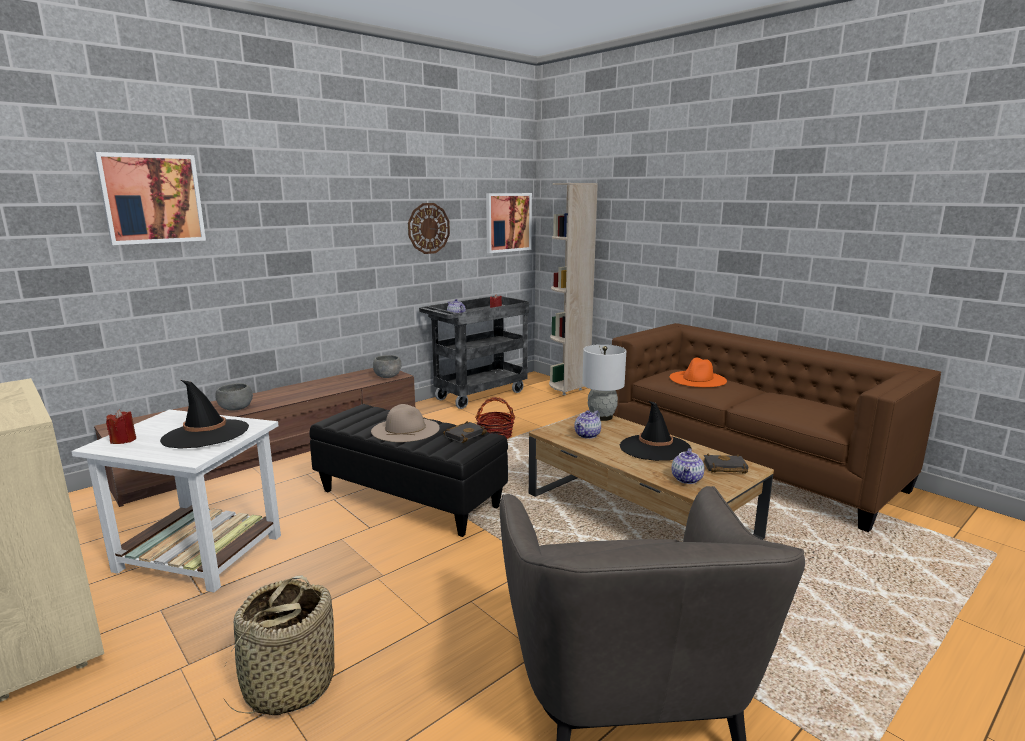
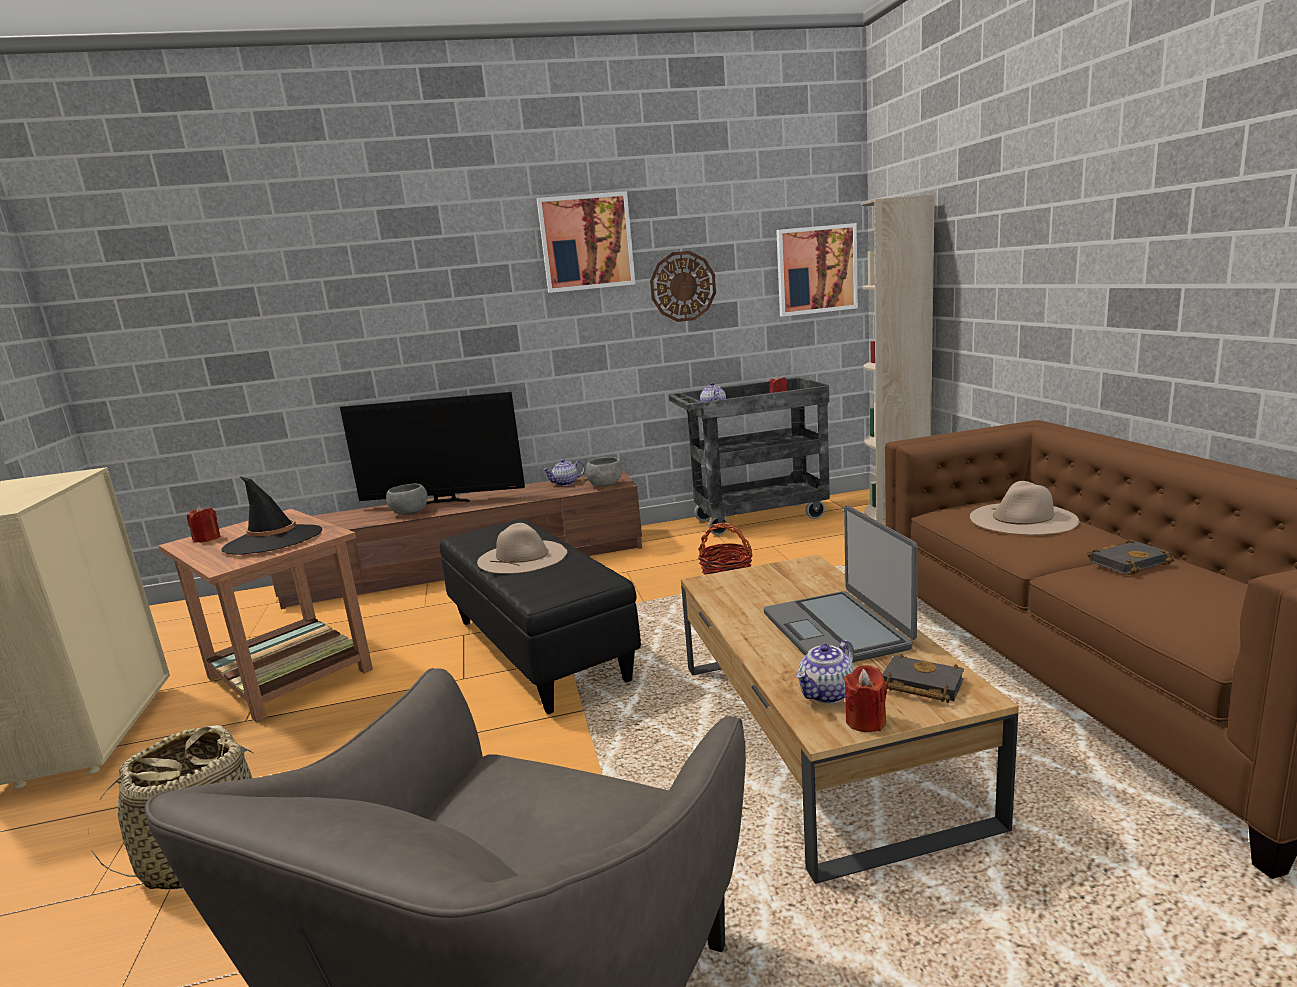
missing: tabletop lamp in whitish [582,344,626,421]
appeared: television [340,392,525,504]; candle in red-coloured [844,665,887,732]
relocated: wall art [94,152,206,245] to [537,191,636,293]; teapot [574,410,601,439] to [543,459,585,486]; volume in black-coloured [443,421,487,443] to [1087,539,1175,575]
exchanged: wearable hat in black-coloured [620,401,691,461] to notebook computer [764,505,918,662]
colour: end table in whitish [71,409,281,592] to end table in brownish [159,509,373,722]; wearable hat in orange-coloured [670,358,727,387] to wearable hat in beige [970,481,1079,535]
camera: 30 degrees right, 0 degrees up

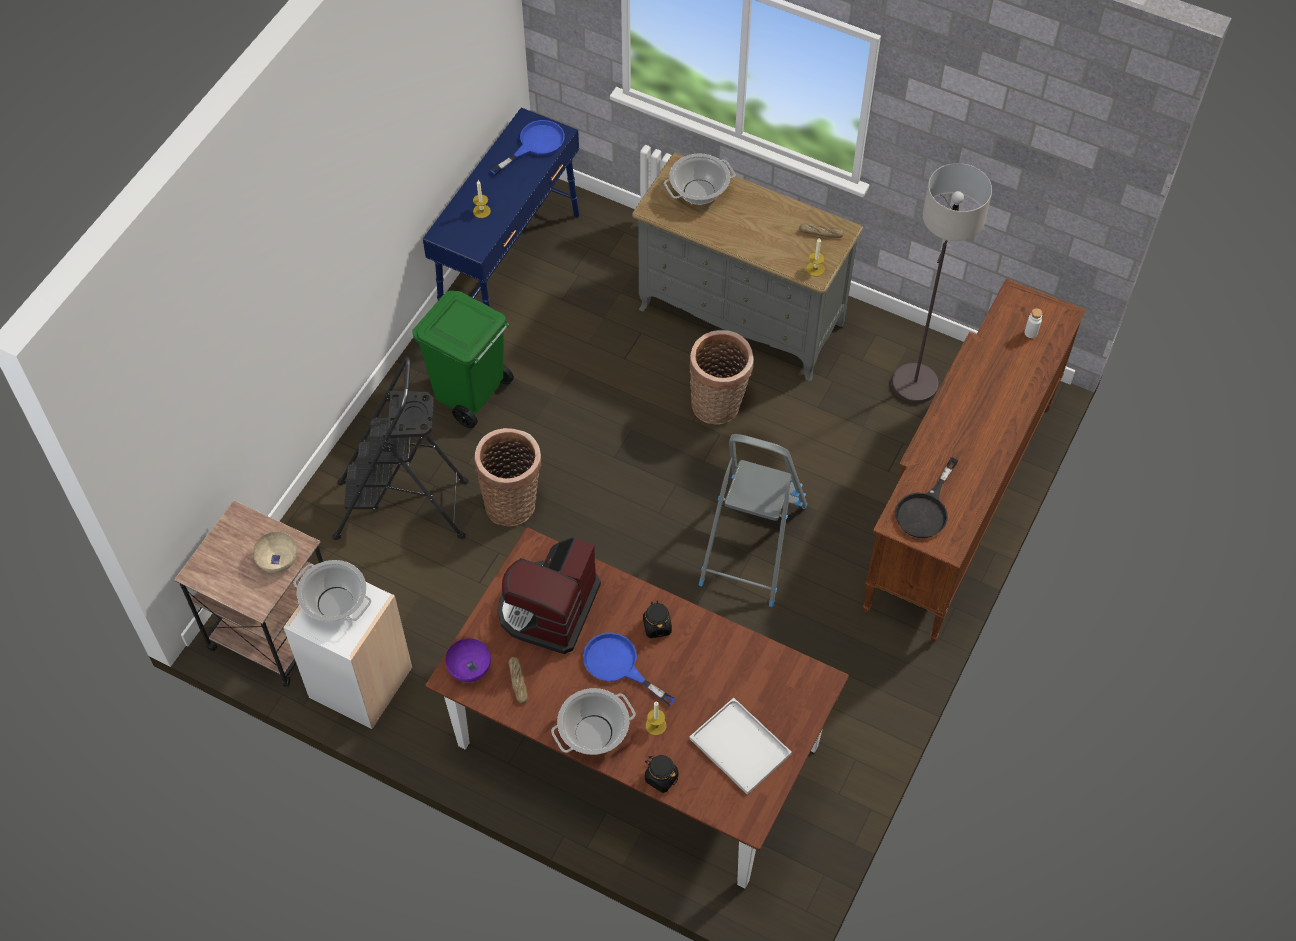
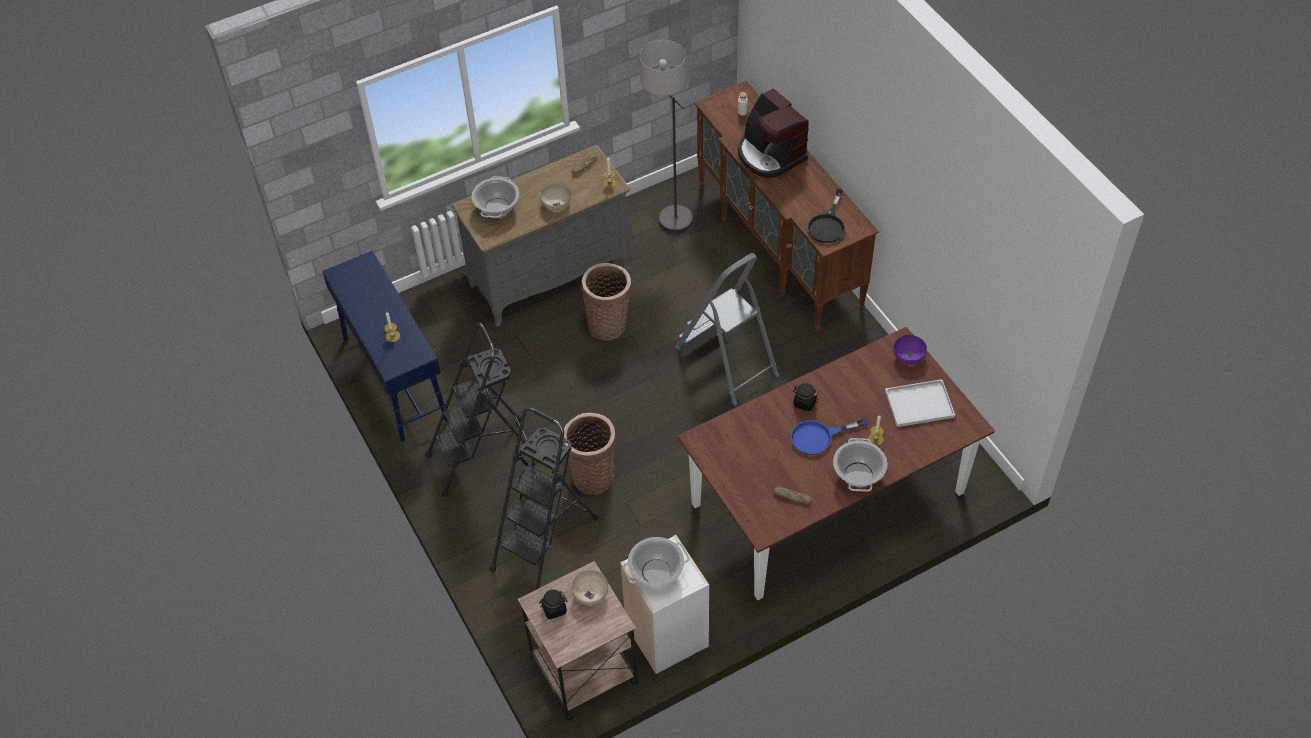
missing: pan in blue [490,120,565,175]
appeared: bowl in beige [540,183,571,211]
relocated: preserve jar in black-coloured [645,755,679,793] to [539,589,568,619]; coffee brewer [498,537,601,654] to [738,88,809,178]; bowl in purple [445,638,491,682] to [894,335,927,365]
exchanged: waste bin in greenish [412,291,514,428] to stepladder [425,322,527,497]
spun: pan in black-coloured [895,457,958,538] = [807,189,845,243] 45 degrees clockwise
camera: 55 degrees left, 5 degrees down

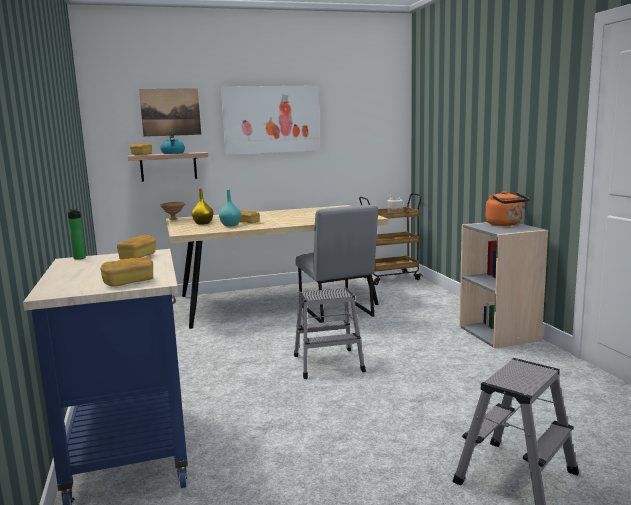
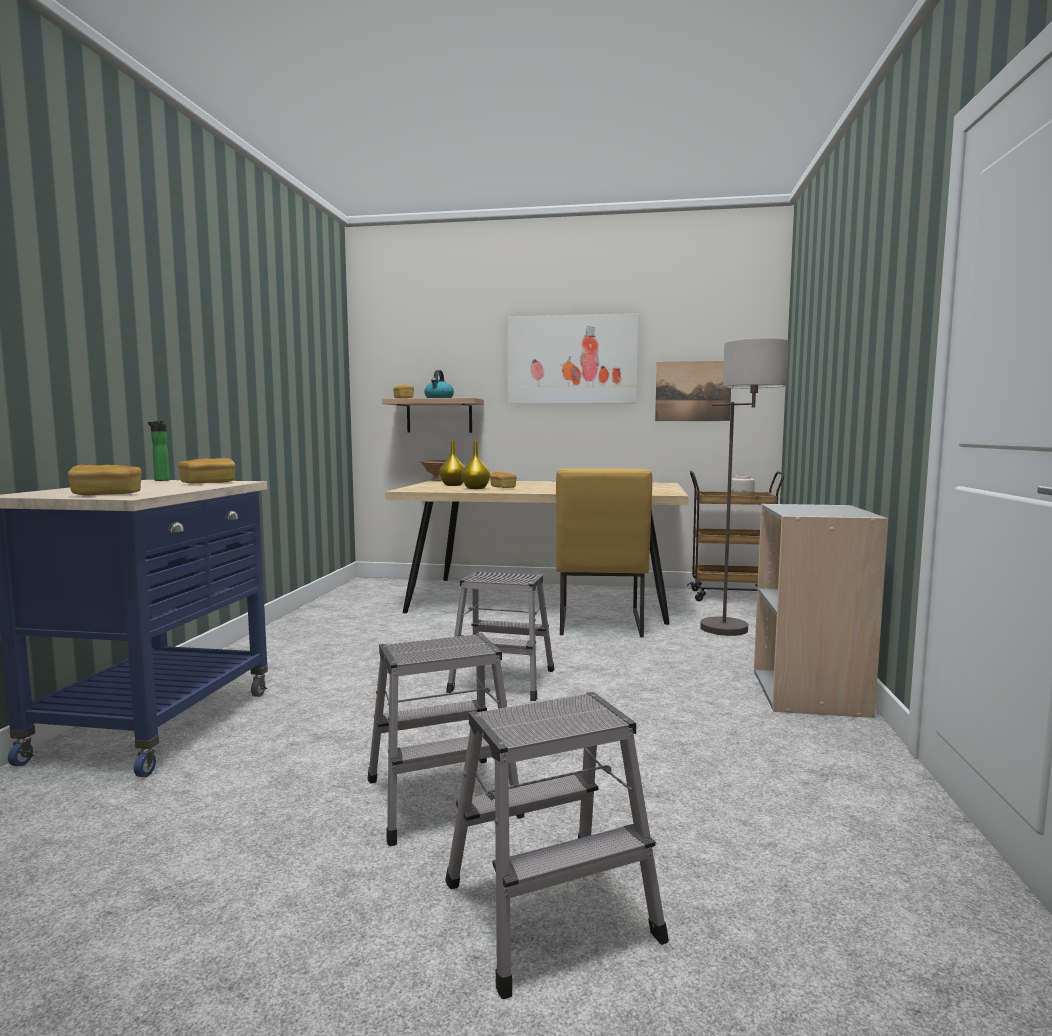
missing: tea kettle in orange-coloured [485,191,529,226]
appeared: stepladder in gray [367,633,525,846]; standard lamp in gray [700,338,789,636]
relocated: wall art [139,88,201,137] to [655,361,731,421]
colour: decorative vase in turquoise [219,190,241,227] to decorative vase in yellowish [461,441,490,489]; upright chair in gray [295,205,378,323] to upright chair in yellowish [556,468,652,637]
camera: 25 degrees right, 5 degrees down

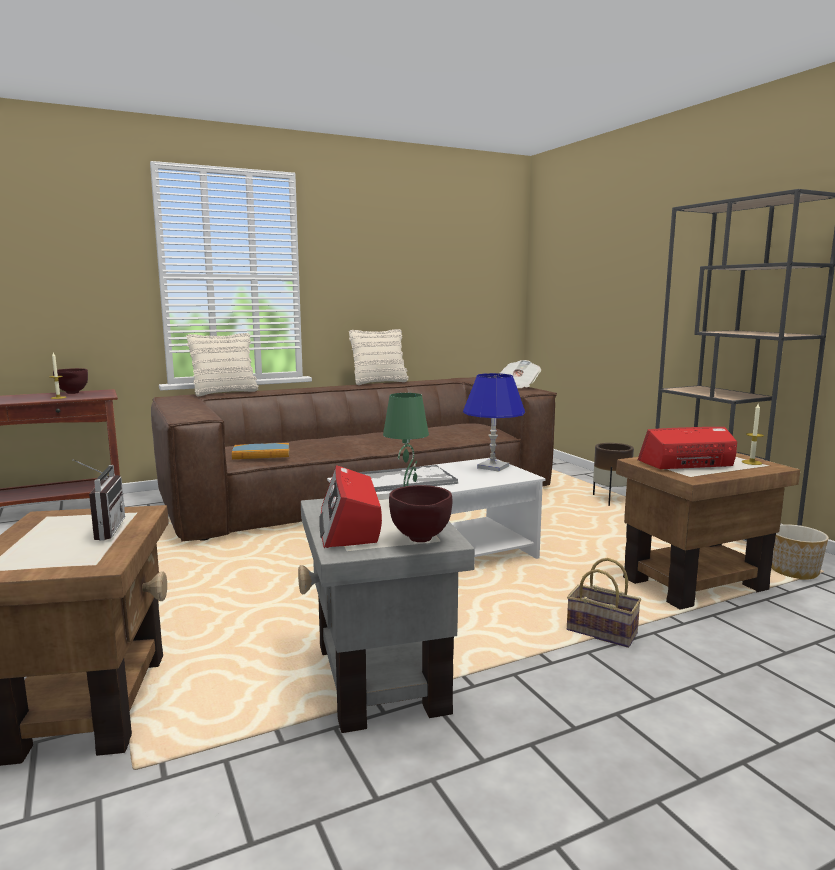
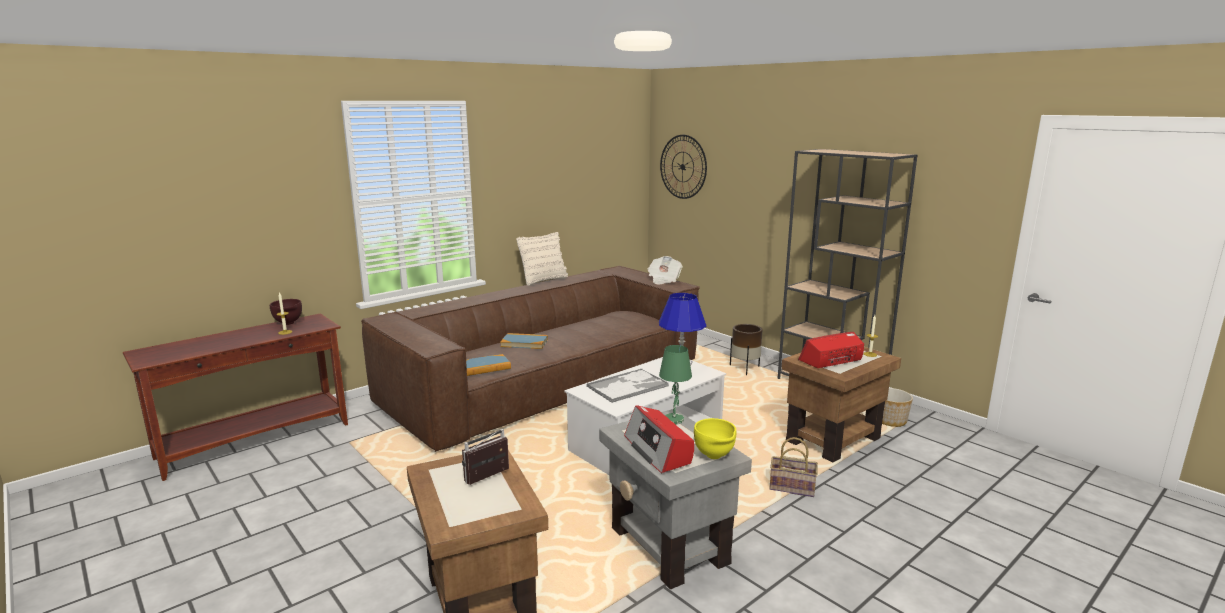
missing: throw pillow in beige [186,333,259,396]
appeared: volume [501,333,548,349]; clock on the wall [660,135,707,199]
colour: bowl in brownish [389,485,452,542] to bowl in yellowish [694,418,736,459]
spun: radio receiver [73,460,125,541] = [462,429,509,485] 105 degrees counterclockwise
camera: 15 degrees left, 5 degrees up

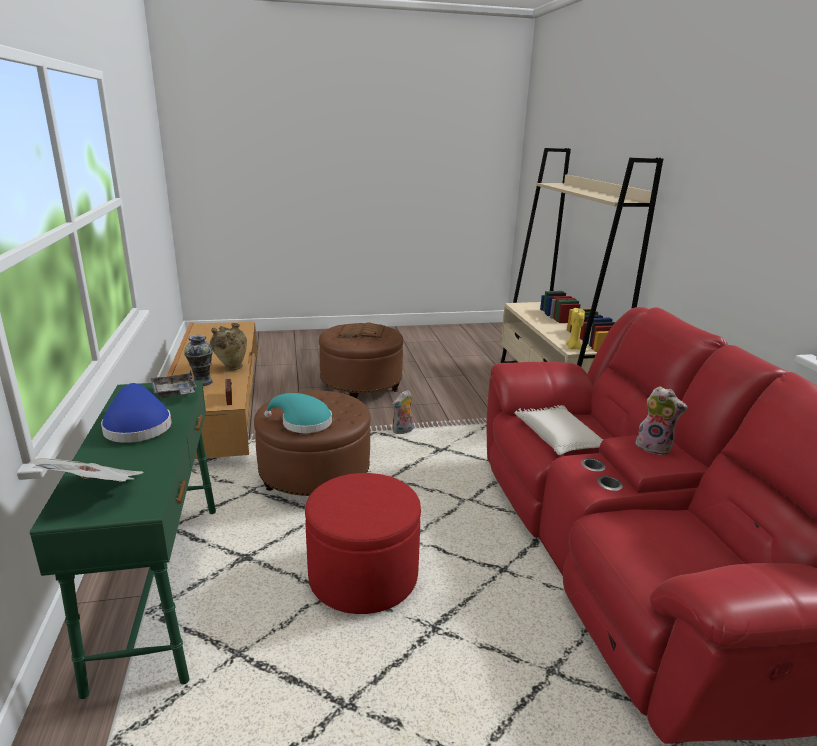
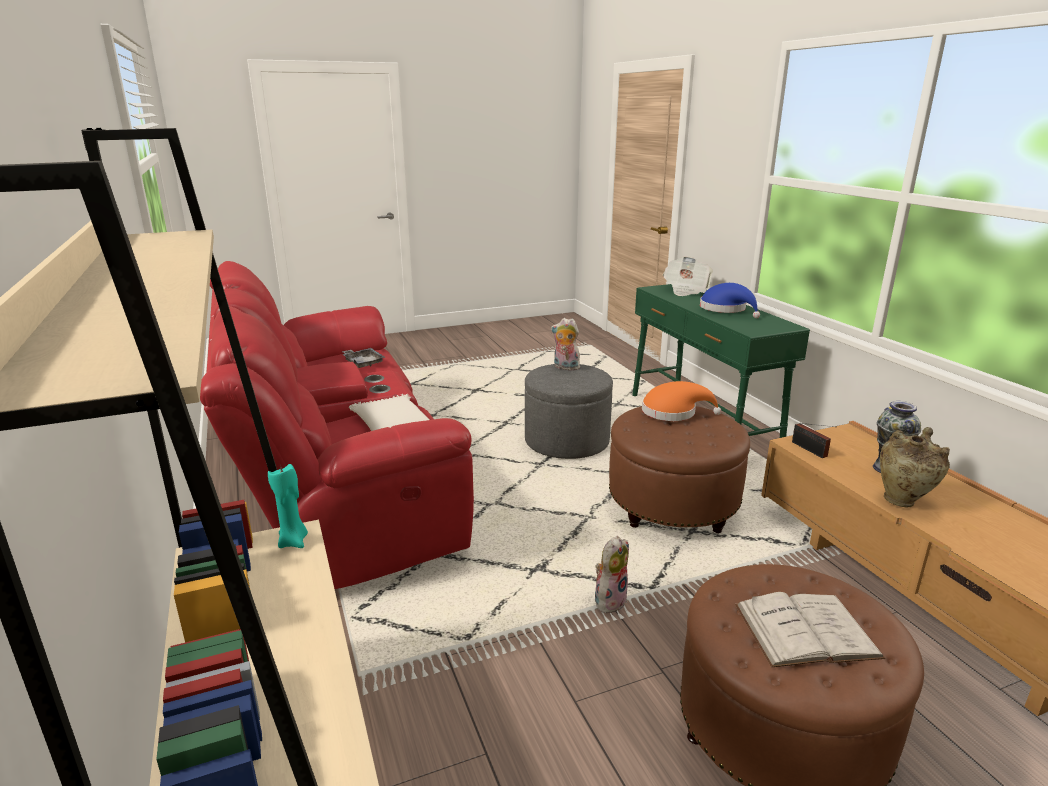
relocated: tray in gray [150,370,197,398] to [342,348,385,368]; soft toy [635,386,688,455] to [551,318,580,371]
colour: candle in yellowish [566,308,585,349] to candle in turquoise [268,464,308,548]; footrest in red-coloured [305,473,421,614] to footrest in gray [525,364,613,459]; wearable hat in turquoise [264,393,332,433] to wearable hat in orange-coloured [642,381,721,421]; volume in brownish [338,322,385,339] to volume in whitish [735,592,885,667]
camera: 170 degrees right, 0 degrees up

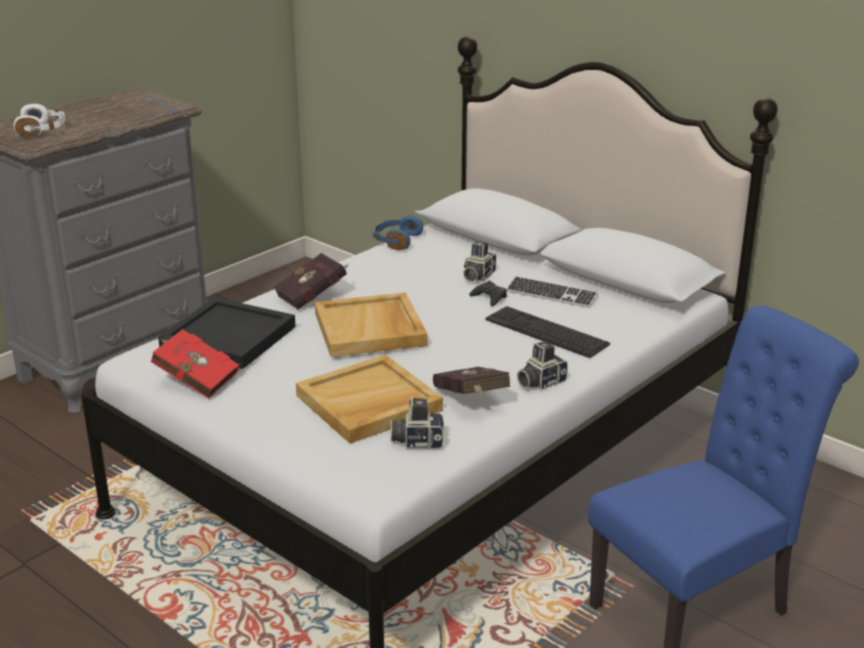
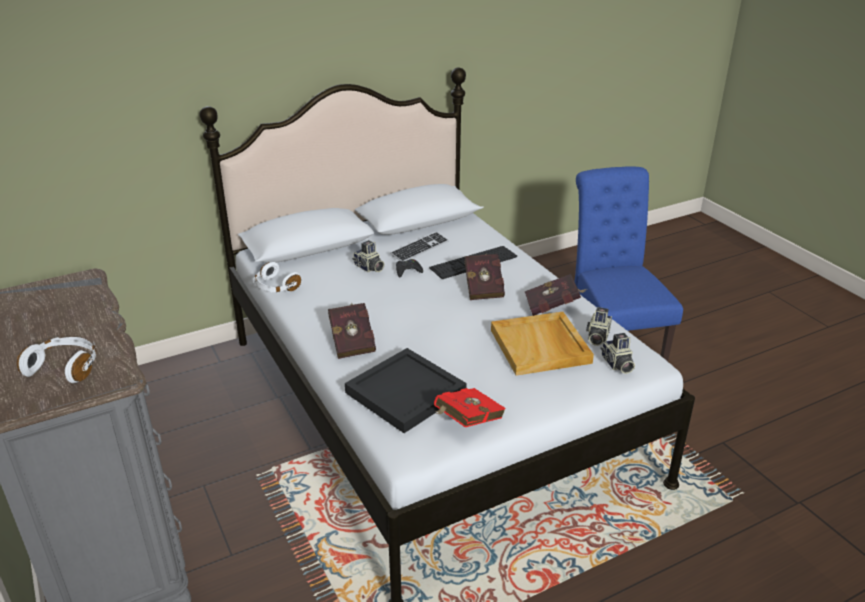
missing: tray in beige [315,292,428,357]
appeared: volume in red-coloured [465,254,505,300]
relocated: still camera [517,341,568,390] to [601,333,635,374]
colour: headphones in blue [373,216,423,250] to headphones in whitish [253,262,301,292]
camera: 70 degrees left, 5 degrees up

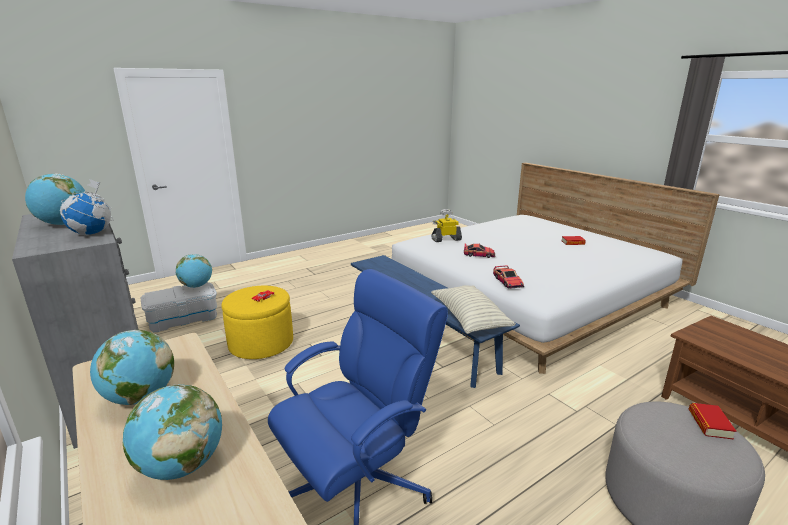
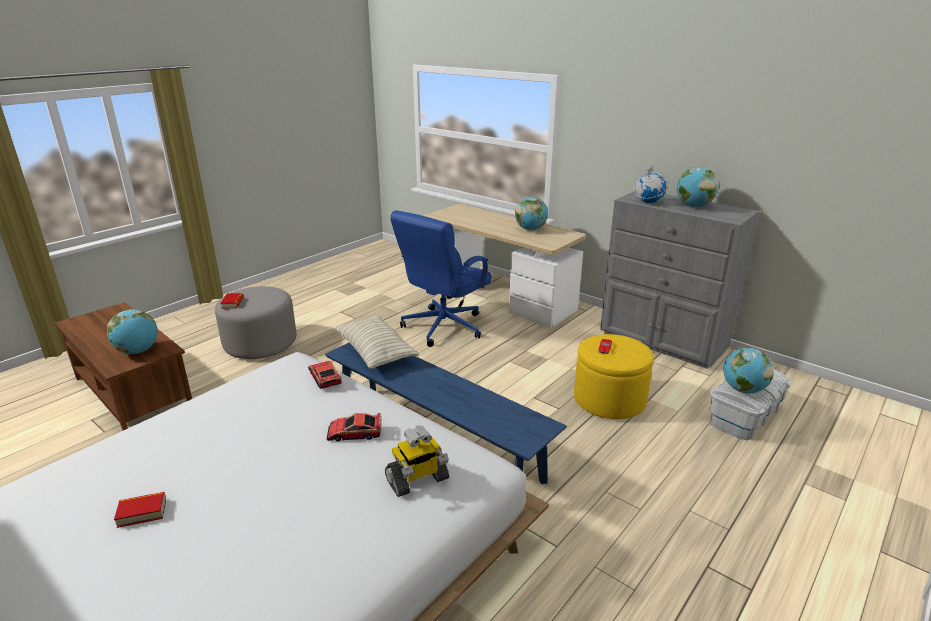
relocated: globe [123,384,222,480] to [107,309,158,354]
camera: 165 degrees right, 5 degrees up

